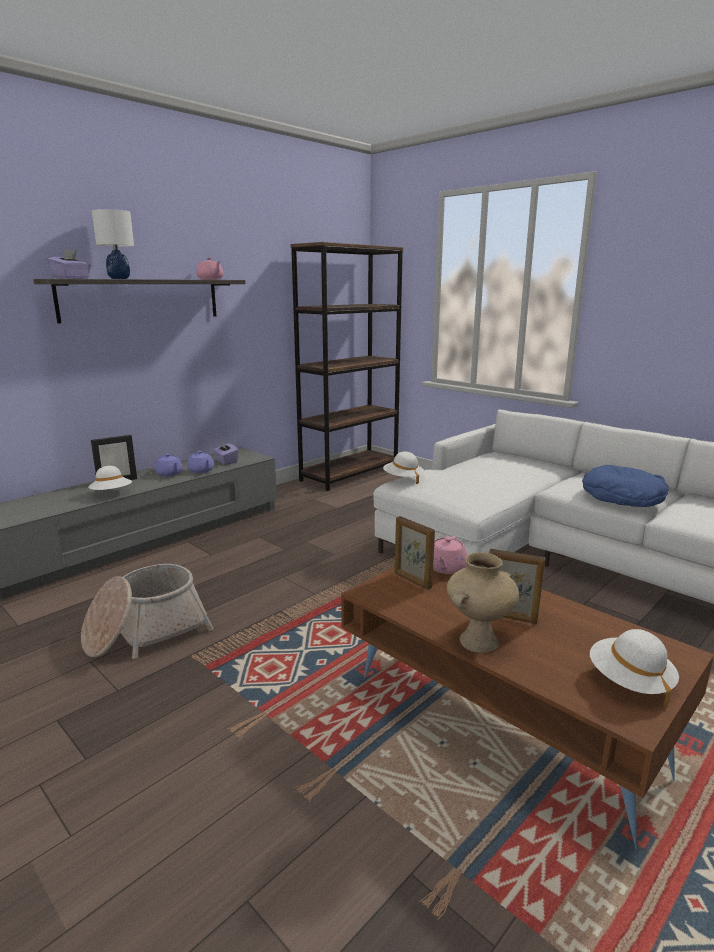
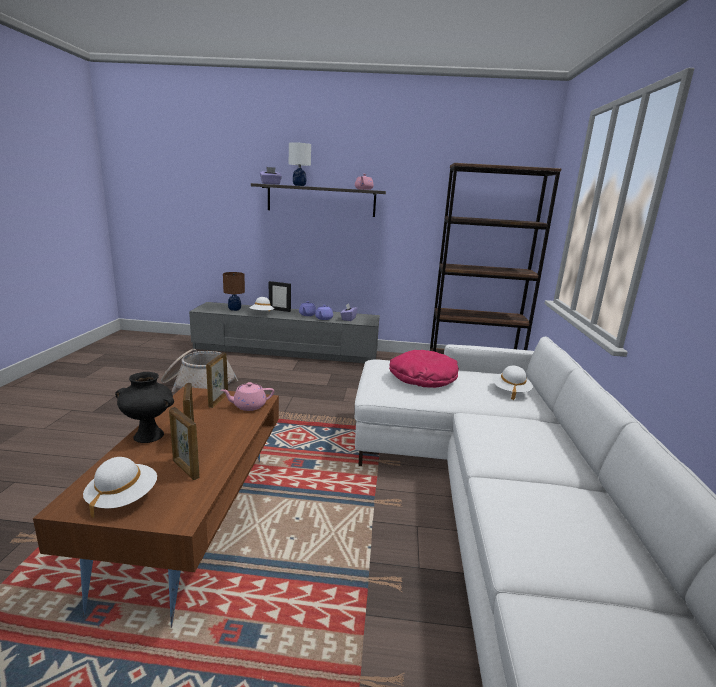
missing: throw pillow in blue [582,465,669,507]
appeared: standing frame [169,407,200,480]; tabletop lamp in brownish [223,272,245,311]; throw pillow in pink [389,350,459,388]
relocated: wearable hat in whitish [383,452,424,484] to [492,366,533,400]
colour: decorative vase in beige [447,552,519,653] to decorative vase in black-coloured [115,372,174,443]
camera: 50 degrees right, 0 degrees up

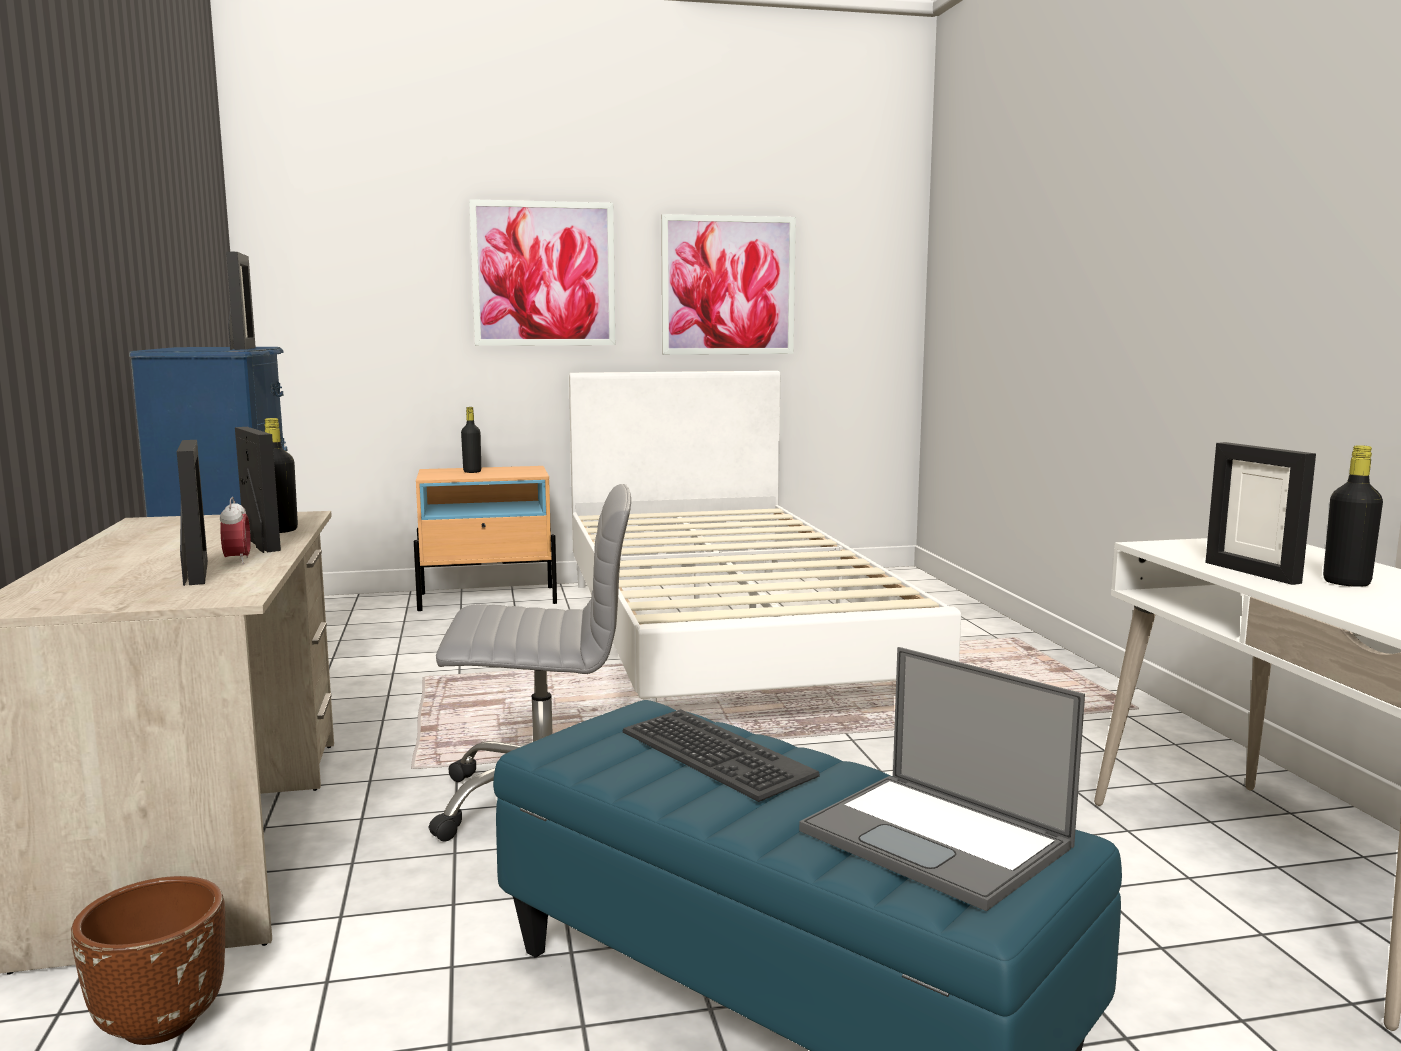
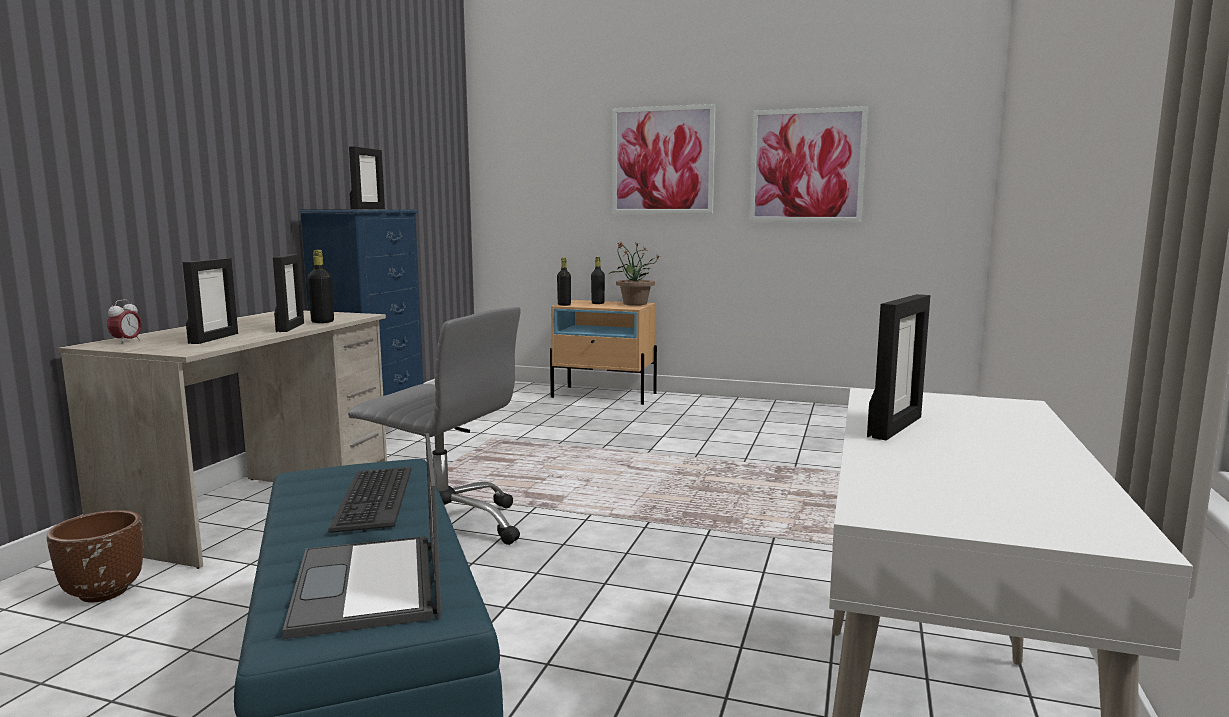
missing: sleeping bed in whitish [569,371,961,702]
appeared: potted plant [609,242,659,305]
relocated: alarm clock [220,497,251,564] to [107,299,142,344]; beverage bottle in black-coloured [1323,445,1383,587] to [557,258,571,306]
spun: standing frame [1205,442,1316,585] = [867,294,930,440] 150 degrees counterclockwise
camera: 30 degrees right, 0 degrees up

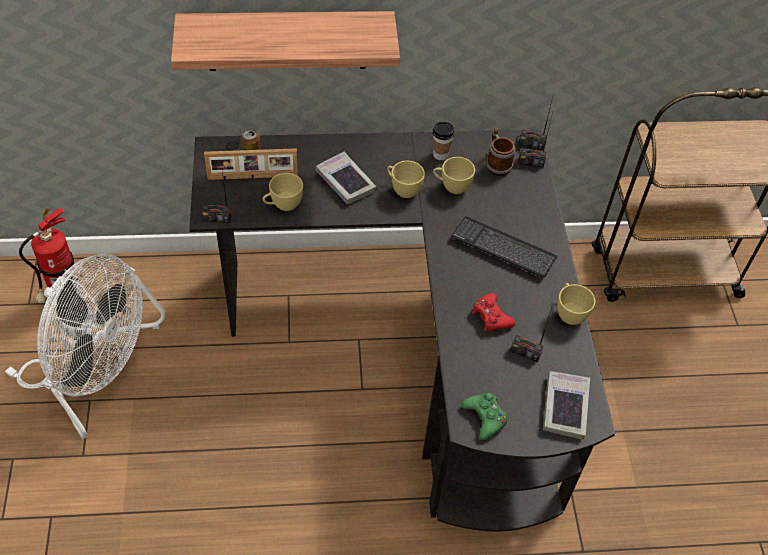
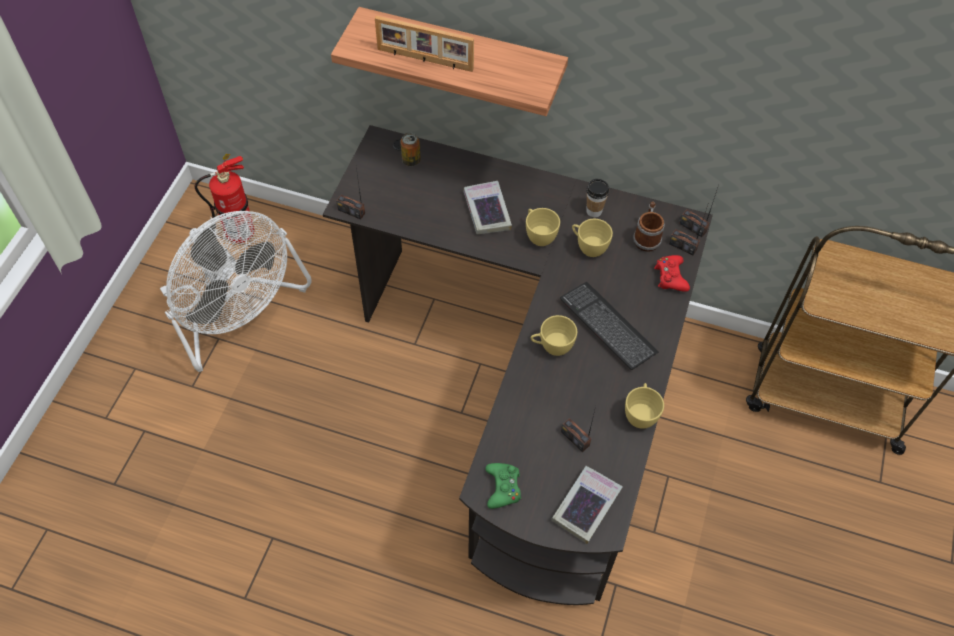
relocated: standing frame [204,148,298,180] to [375,16,474,72]; cup in yellowish [263,173,303,211] to [531,315,577,356]; joypad in red-coloured [472,293,516,332] to [654,255,690,292]
camera: 25 degrees right, 5 degrees up

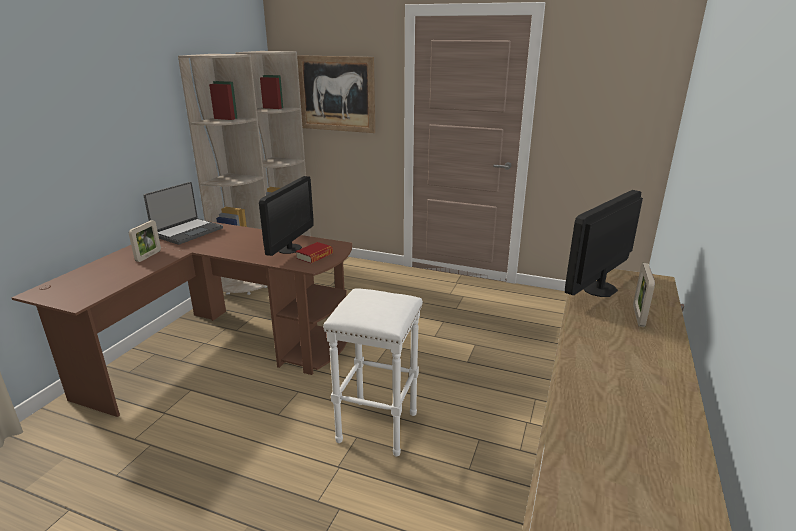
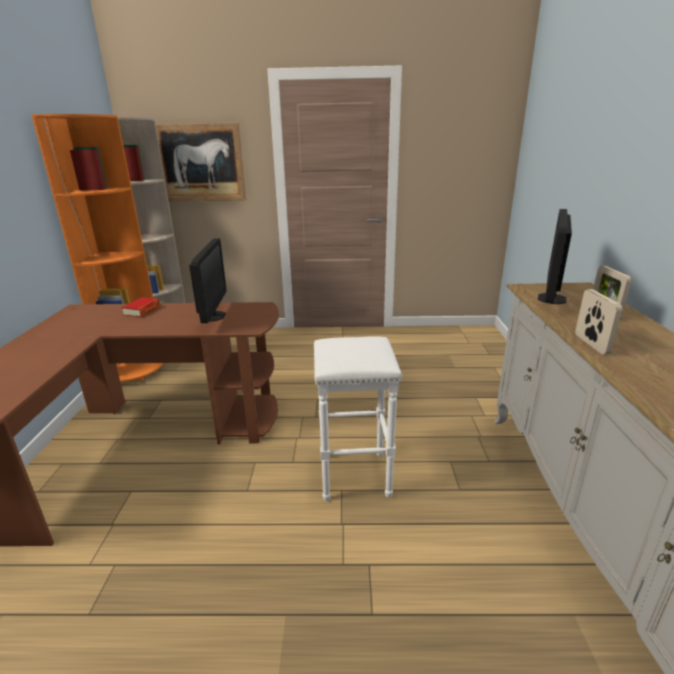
missing: notebook computer [144,182,223,245]
relocated: volume [296,242,333,264] to [122,298,160,317]; standing frame [129,220,161,262] to [575,289,622,355]
colour: bookshelf in beige [178,54,267,295] to bookshelf in orange-coloured [31,114,164,382]
camera: 20 degrees left, 0 degrees up

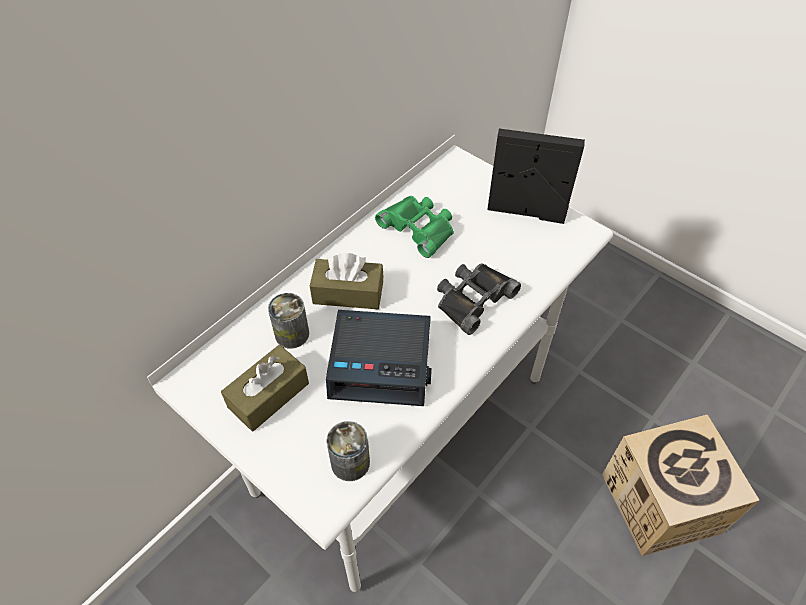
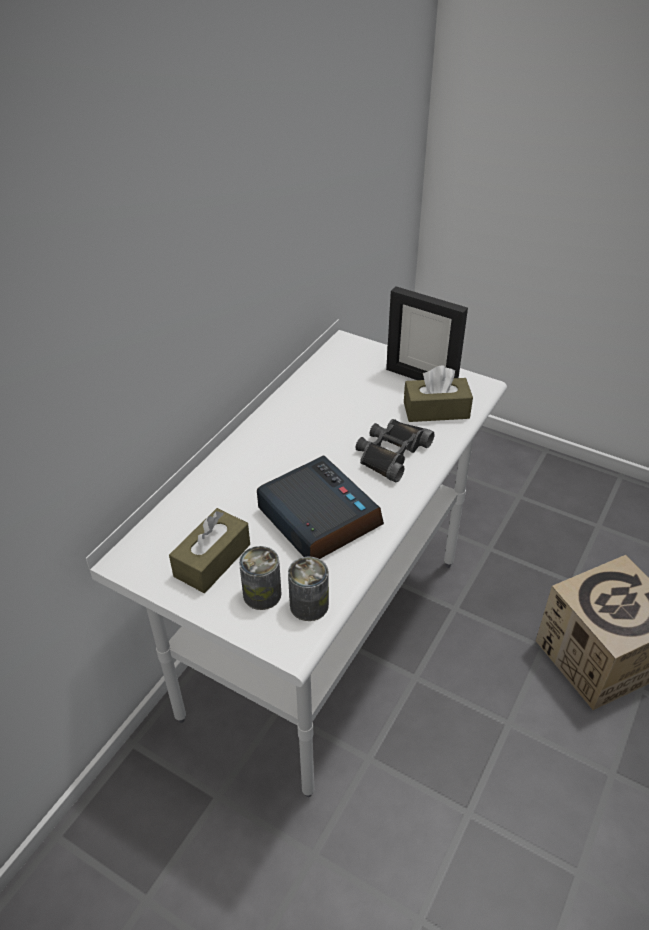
missing: binoculars in greenish [375,196,454,258]
relocated: sealed can [268,293,309,349] to [239,546,282,610]; tissue holder in brownish [310,253,384,309] to [404,365,473,422]
spun: alarm clock [326,310,432,406] = [257,456,384,559] 120 degrees counterclockwise; standing frame [487,128,585,224] = [386,286,468,380] 150 degrees counterclockwise
camera: 10 degrees left, 10 degrees down

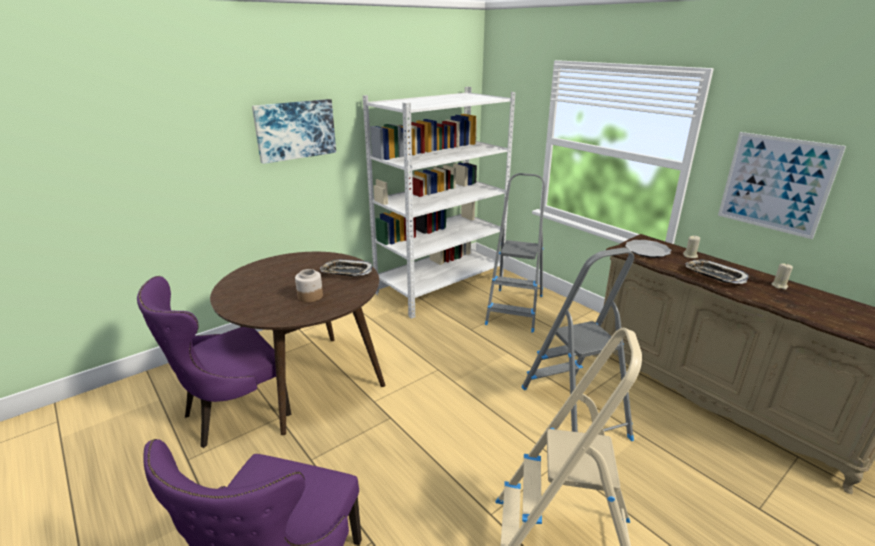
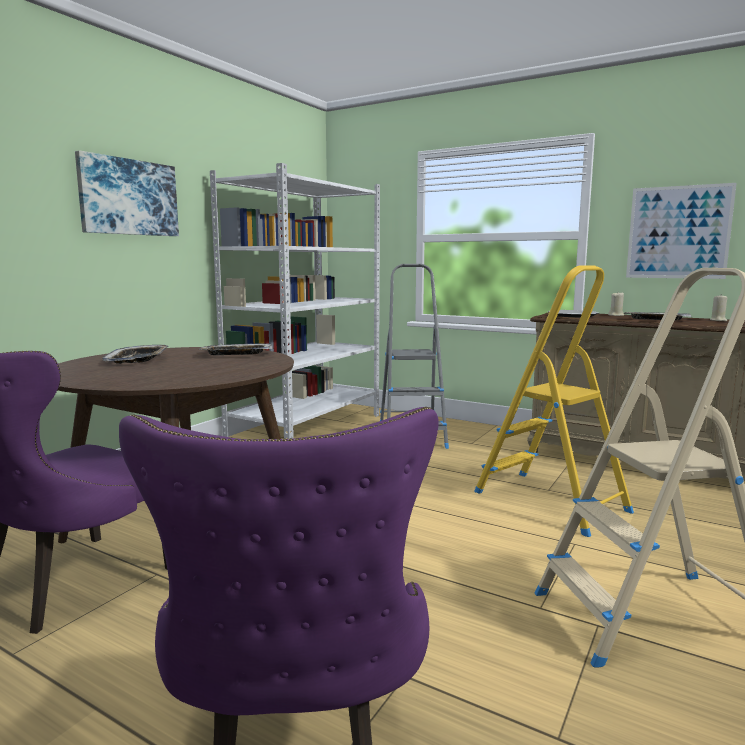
missing: preserve jar [295,269,323,303]
appeared: tray [103,345,169,364]
colour: stepladder in gray [522,248,634,441] to stepladder in yellowish [474,265,634,537]
camera: 20 degrees left, 15 degrees down

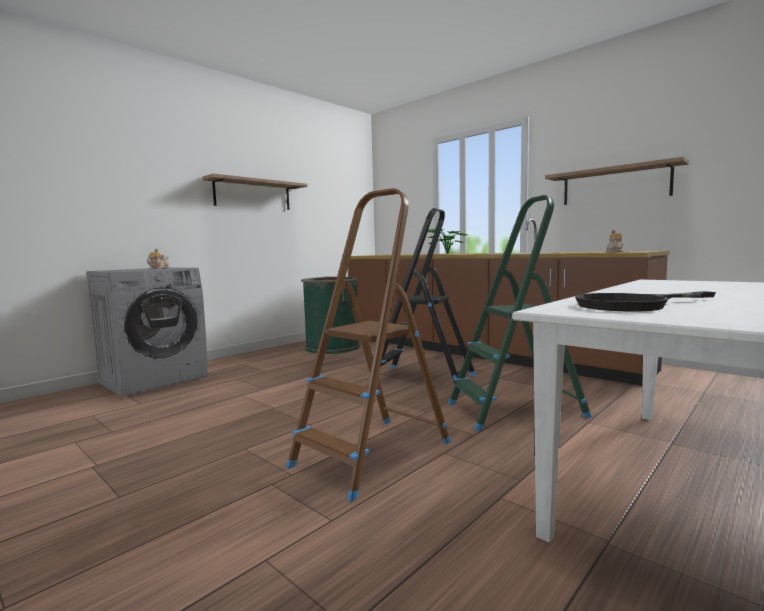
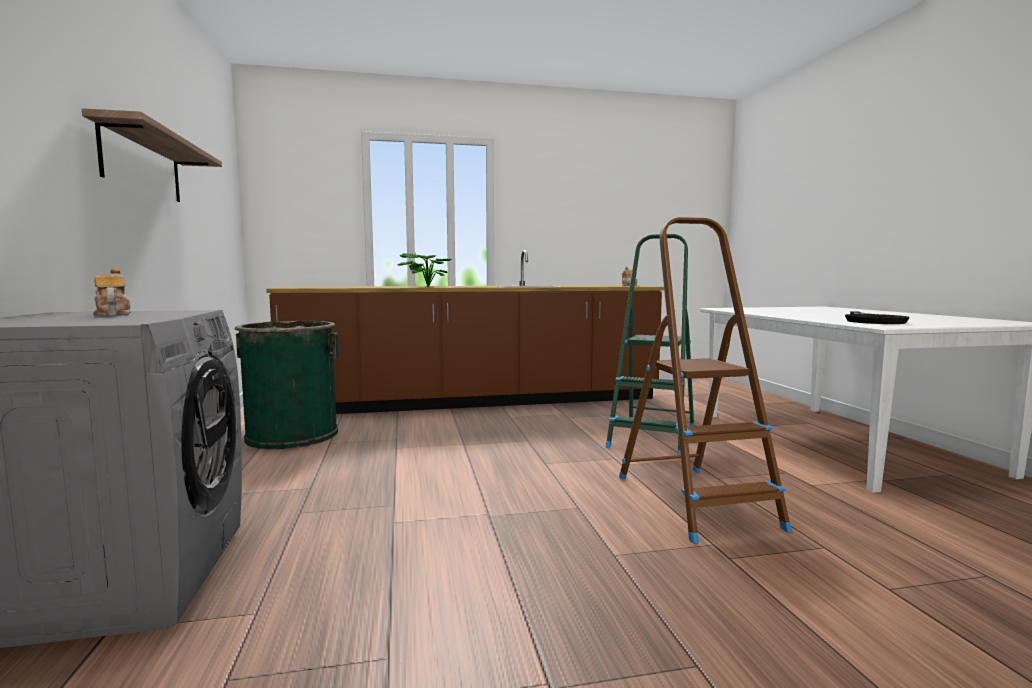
missing: stepladder in black-coloured [381,208,476,392]; wall shelf [545,157,689,205]
camera: 55 degrees left, 0 degrees up

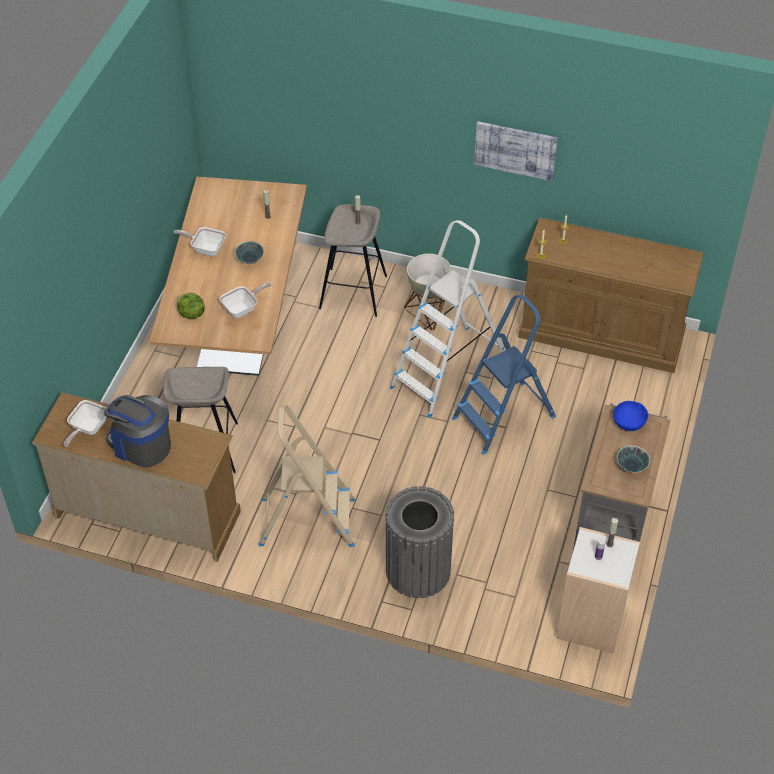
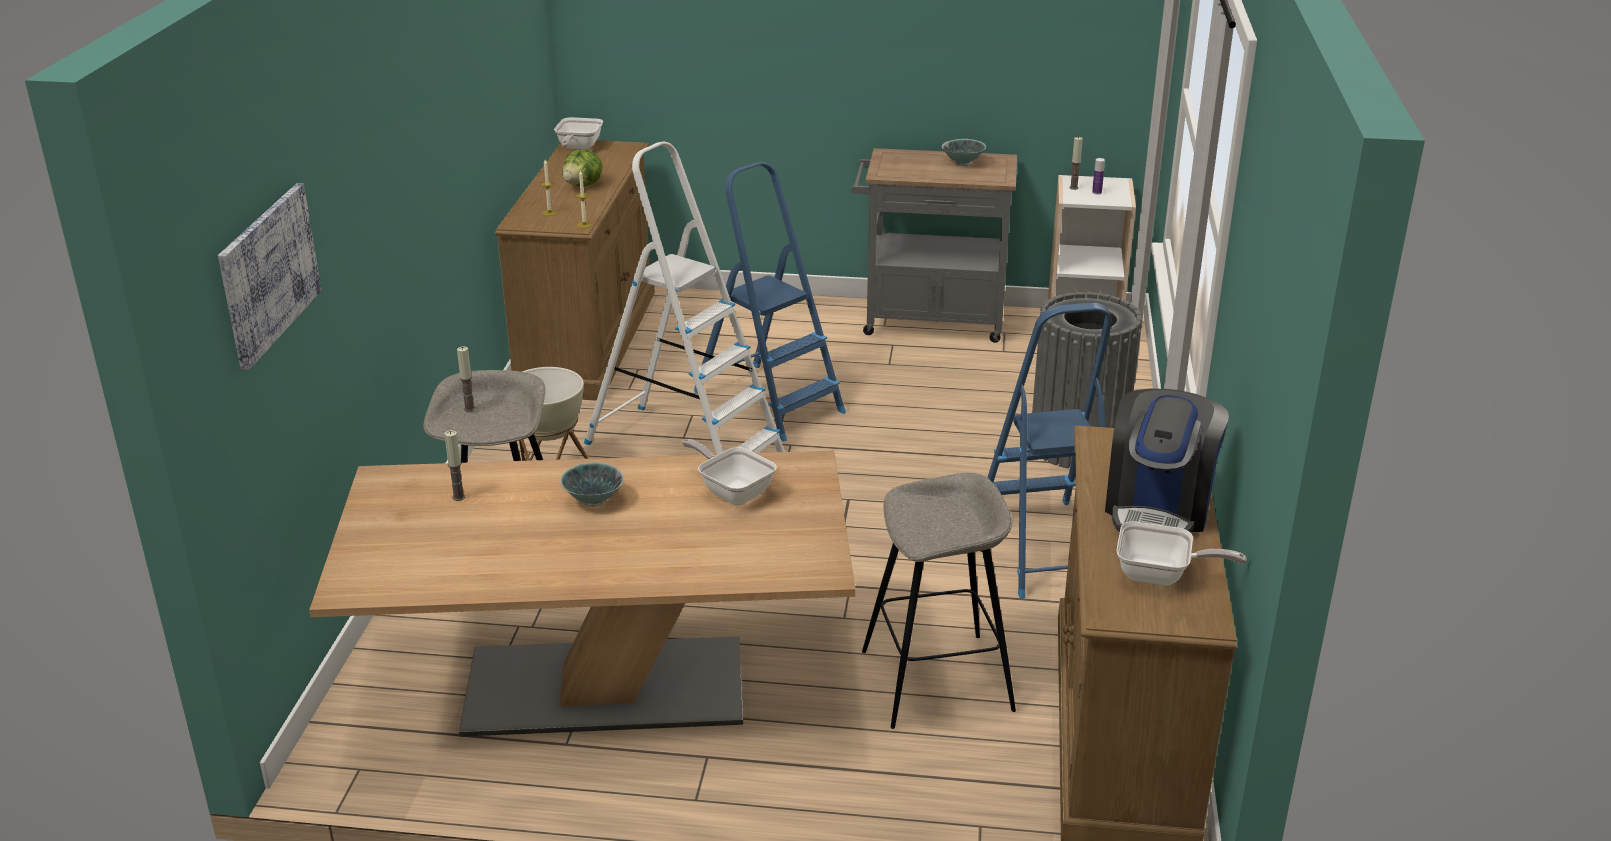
missing: bowl in blue [613,401,648,431]
relocated: wall art [474,121,558,181] to [218,183,322,370]; pan [174,227,226,256] to [554,117,603,150]; lettuce [177,293,205,319] to [563,150,603,186]
colour: stepladder in beige [258,405,356,547] to stepladder in blue [987,303,1112,599]
camera: 100 degrees left, 20 degrees down

